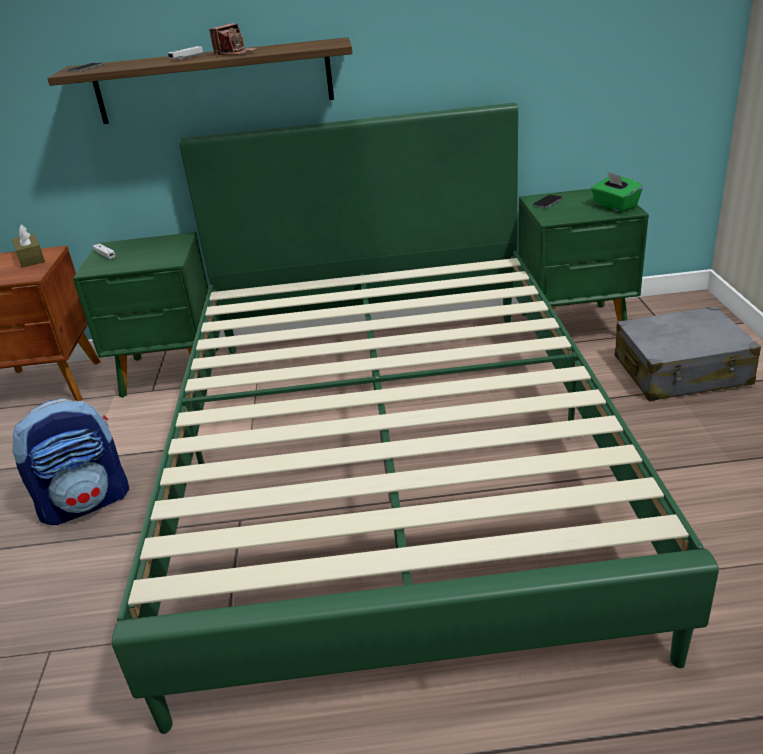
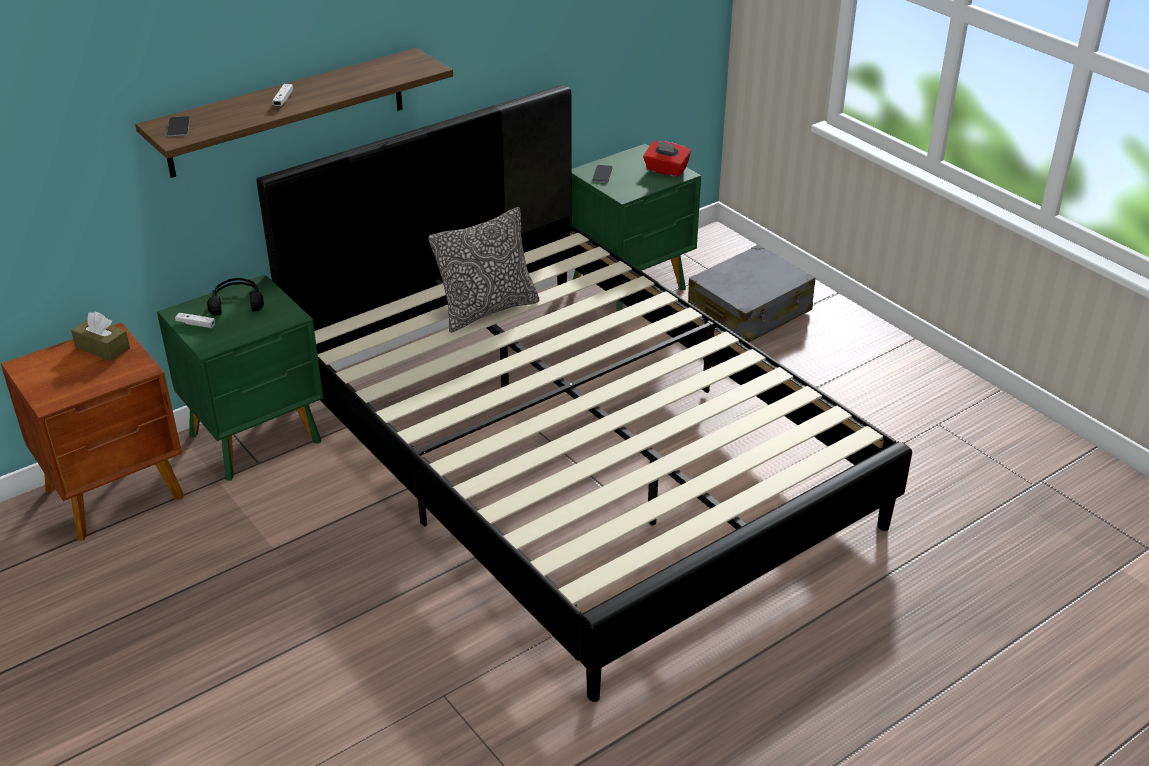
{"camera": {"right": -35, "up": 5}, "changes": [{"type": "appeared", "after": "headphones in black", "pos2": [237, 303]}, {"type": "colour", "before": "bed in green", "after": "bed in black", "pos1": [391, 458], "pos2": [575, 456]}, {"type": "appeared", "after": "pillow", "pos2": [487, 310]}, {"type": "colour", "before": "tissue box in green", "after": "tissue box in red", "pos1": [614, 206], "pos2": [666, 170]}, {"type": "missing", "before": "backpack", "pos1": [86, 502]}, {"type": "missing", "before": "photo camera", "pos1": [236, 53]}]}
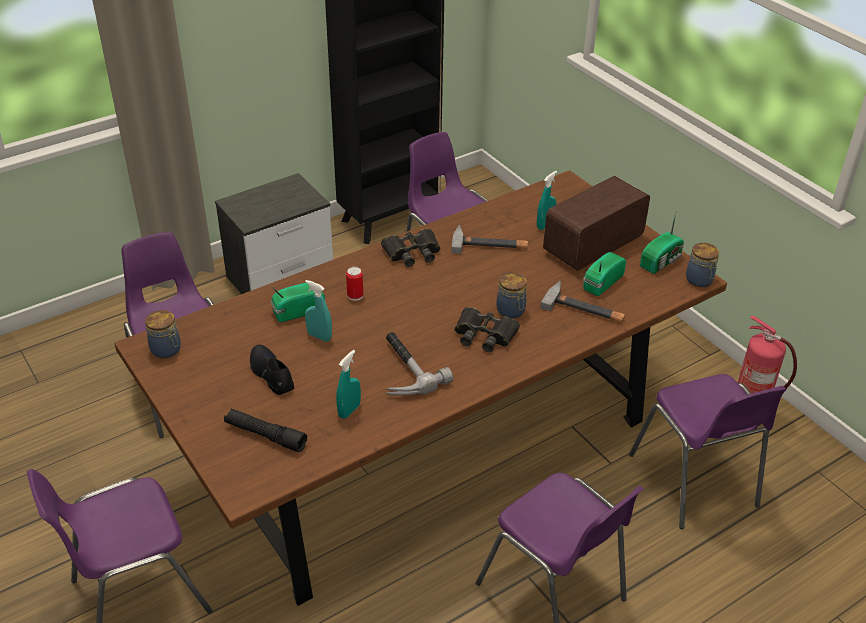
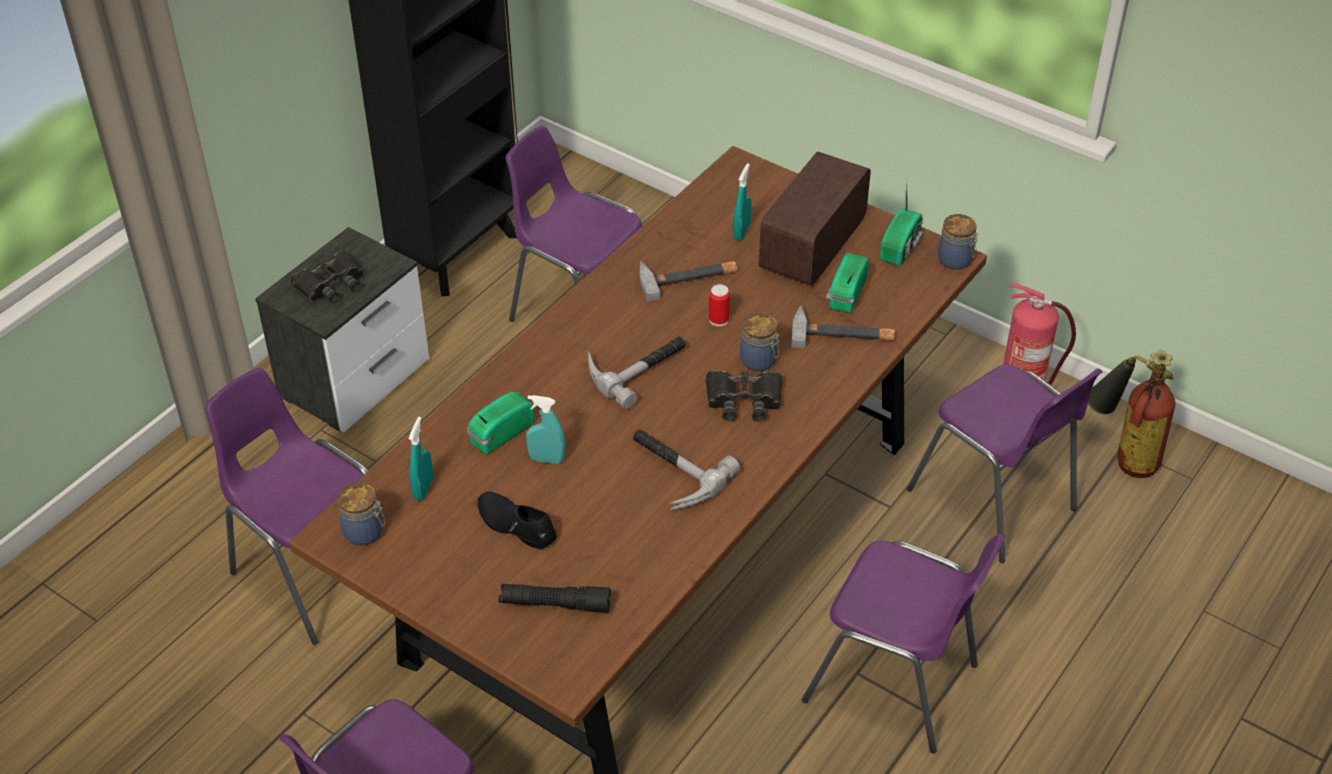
{"camera": {"right": -20, "up": 5}, "changes": [{"type": "relocated", "before": "binoculars in black", "pos1": [412, 252], "pos2": [331, 284]}, {"type": "relocated", "before": "spray bottle in turquoise", "pos1": [349, 410], "pos2": [423, 489]}, {"type": "appeared", "after": "hammer", "pos2": [637, 367]}, {"type": "relocated", "before": "can", "pos1": [355, 295], "pos2": [718, 319]}, {"type": "appeared", "after": "fire extinguisher", "pos2": [1121, 455]}]}
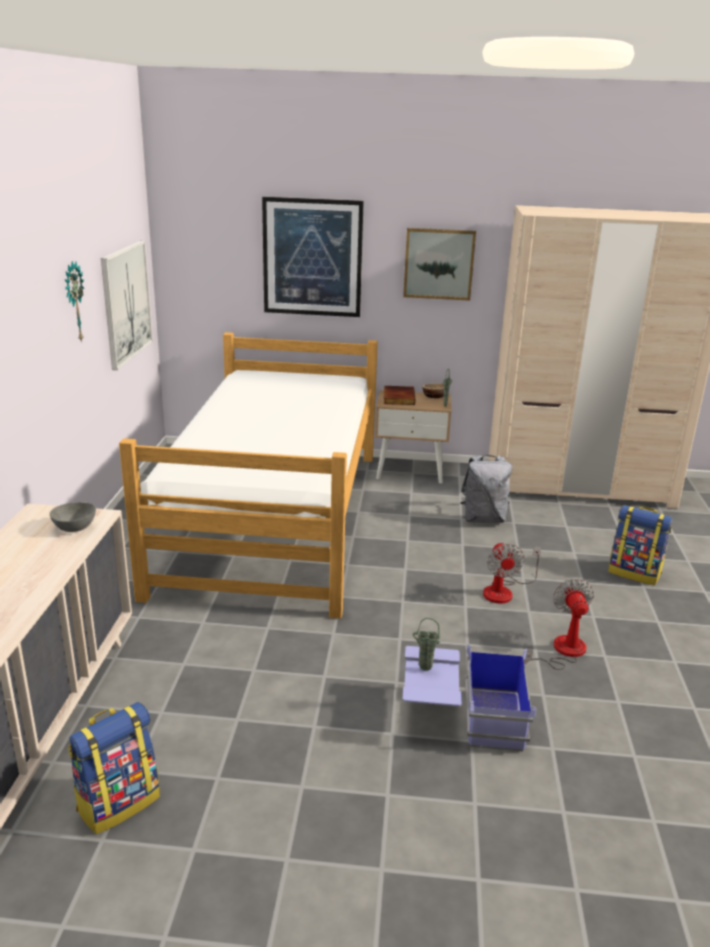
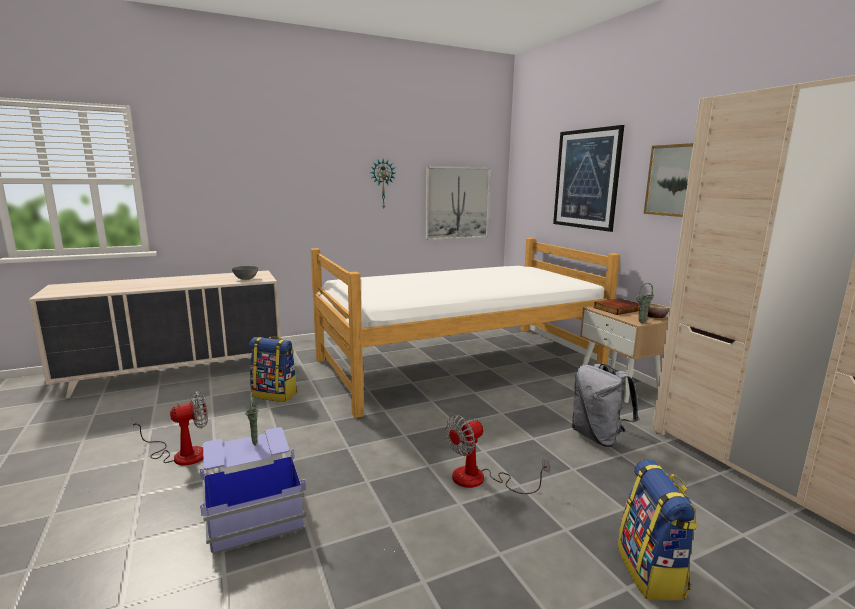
{"camera": {"right": 60, "up": -10}, "changes": [{"type": "relocated", "before": "fan", "pos1": [561, 651], "pos2": [181, 454]}, {"type": "relocated", "before": "backpack", "pos1": [119, 802], "pos2": [275, 394]}]}
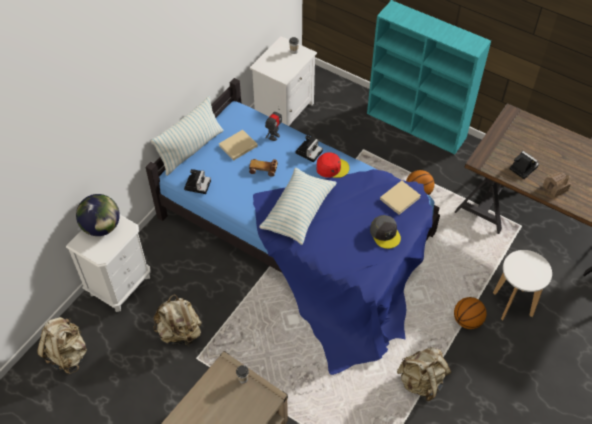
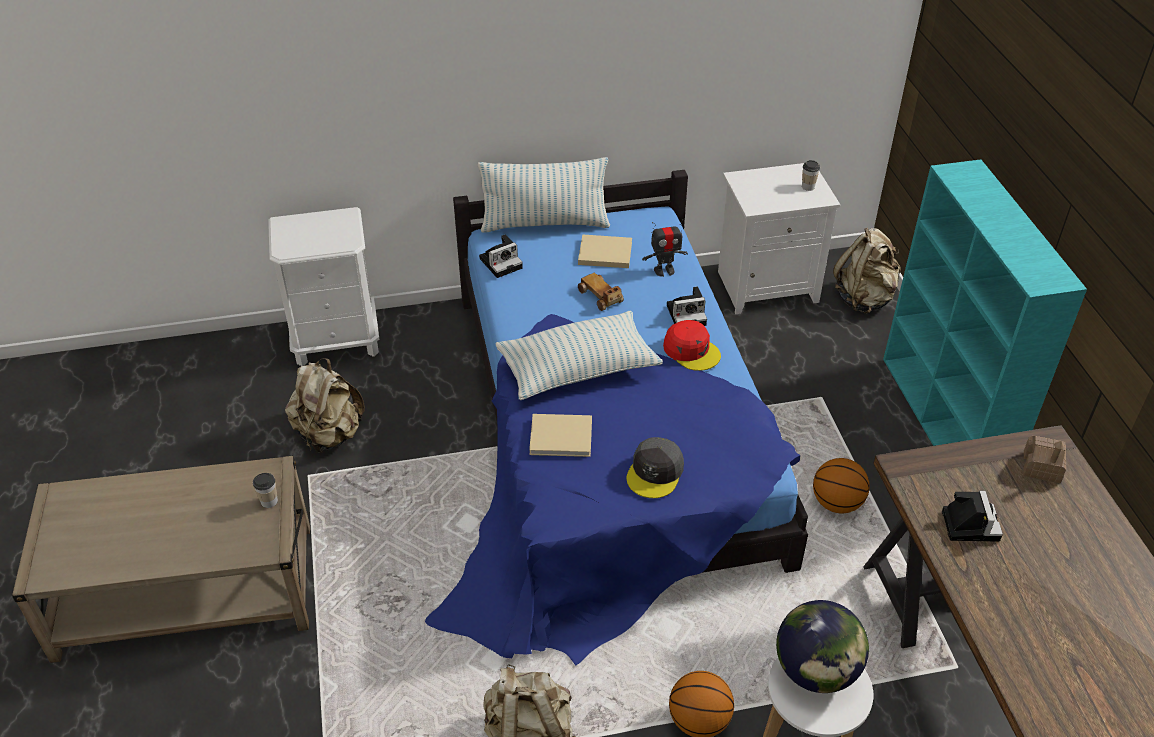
{"camera": {"right": 45, "up": -10}, "changes": [{"type": "relocated", "before": "book in beige", "pos1": [401, 197], "pos2": [563, 437]}, {"type": "relocated", "before": "globe", "pos1": [102, 227], "pos2": [816, 671]}, {"type": "relocated", "before": "backpack in beige", "pos1": [68, 354], "pos2": [864, 298]}, {"type": "relocated", "before": "toy house", "pos1": [555, 188], "pos2": [1041, 467]}]}
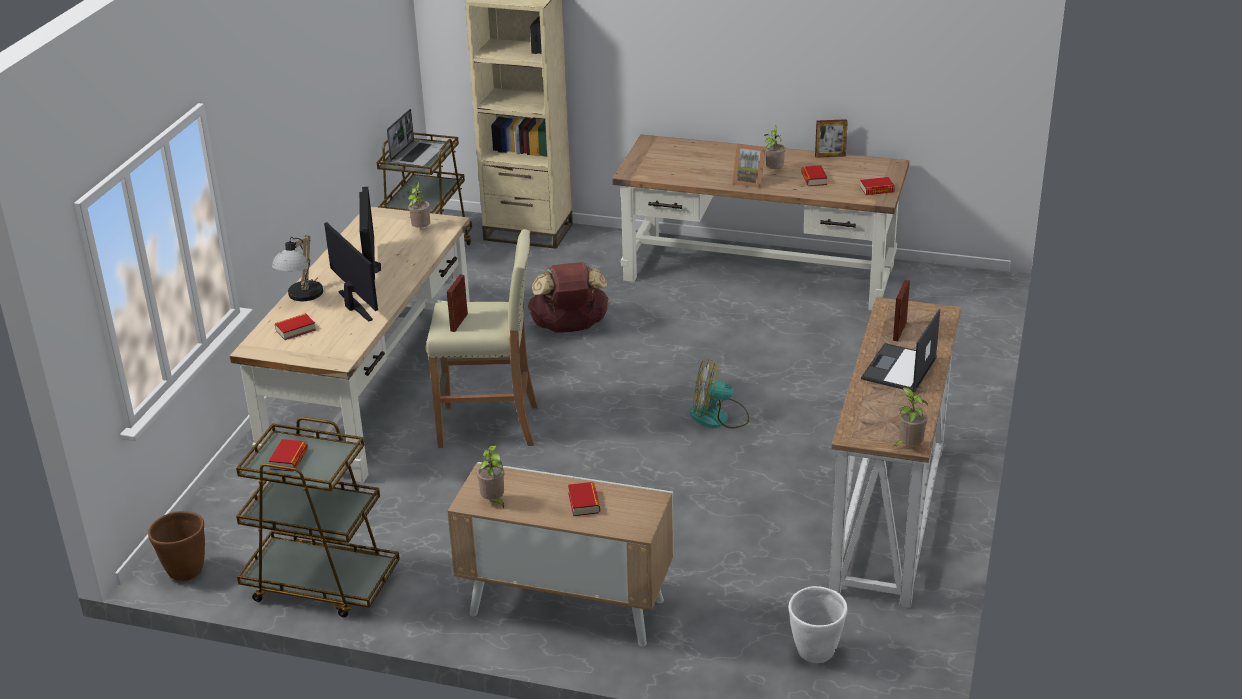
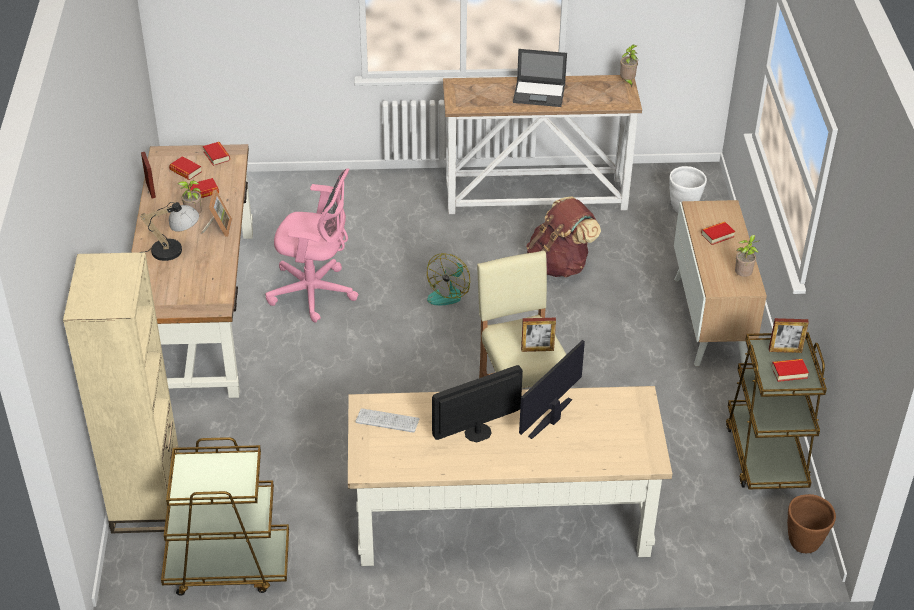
{"camera": {"right": -110, "up": 10}, "changes": [{"type": "relocated", "before": "table lamp", "pos1": [302, 297], "pos2": [175, 250]}, {"type": "relocated", "before": "book", "pos1": [295, 330], "pos2": [185, 171]}, {"type": "appeared", "after": "office chair in pink", "pos2": [315, 293]}, {"type": "exchanged", "before": "potted plant", "after": "keyboard", "pos1": [420, 230], "pos2": [387, 421]}, {"type": "spun", "before": "fan", "pos1": [718, 417], "pos2": [449, 292], "turn": 45}, {"type": "relocated", "before": "backpack in brown", "pos1": [569, 328], "pos2": [560, 264]}, {"type": "relocated", "before": "picture frame", "pos1": [899, 331], "pos2": [785, 350]}, {"type": "missing", "before": "laptop", "pos1": [417, 155]}]}
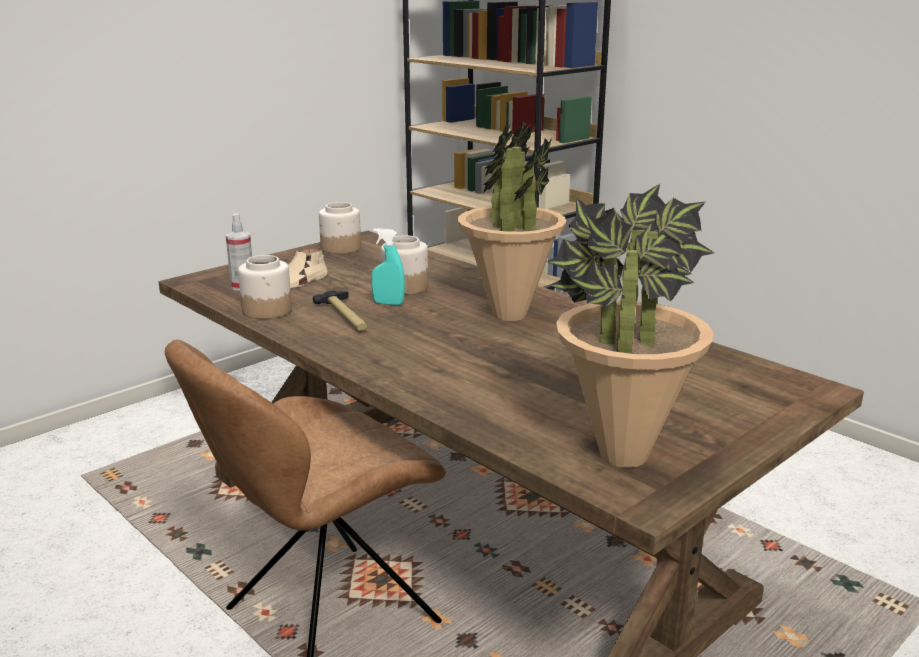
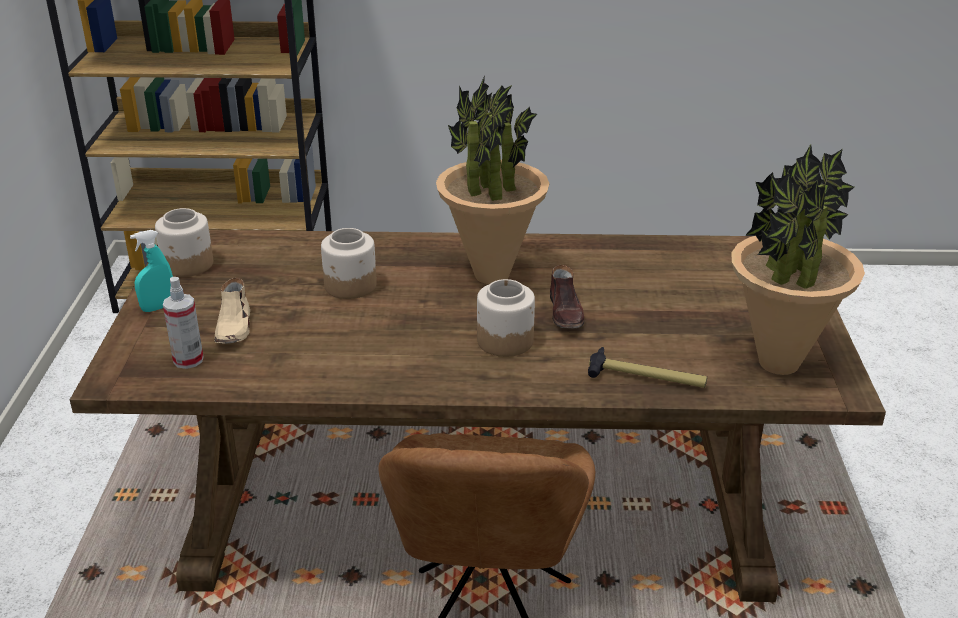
{"camera": {"right": -45, "up": 10}, "changes": [{"type": "relocated", "before": "spray bottle in turquoise", "pos1": [388, 303], "pos2": [158, 307]}, {"type": "relocated", "before": "jar", "pos1": [267, 310], "pos2": [505, 340]}, {"type": "appeared", "after": "shoe in brown", "pos2": [566, 313]}, {"type": "relocated", "before": "hammer", "pos1": [345, 317], "pos2": [646, 378]}]}
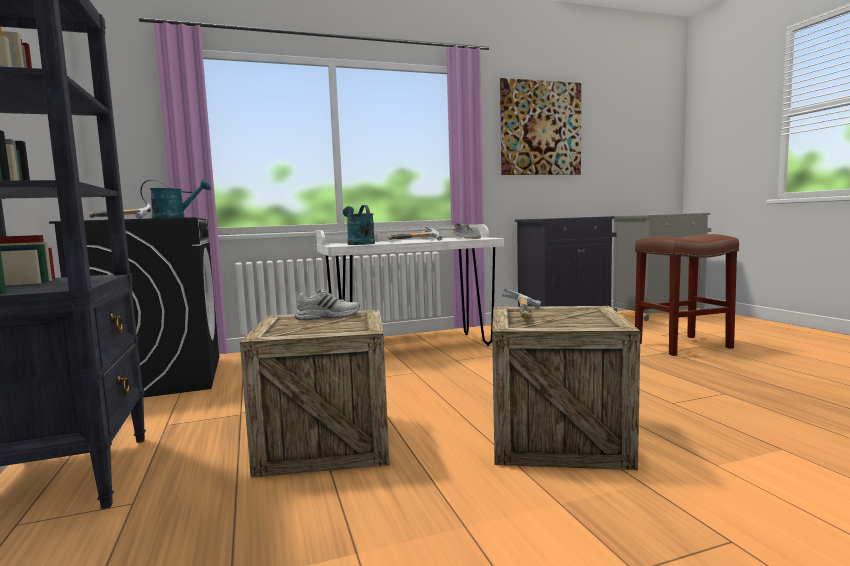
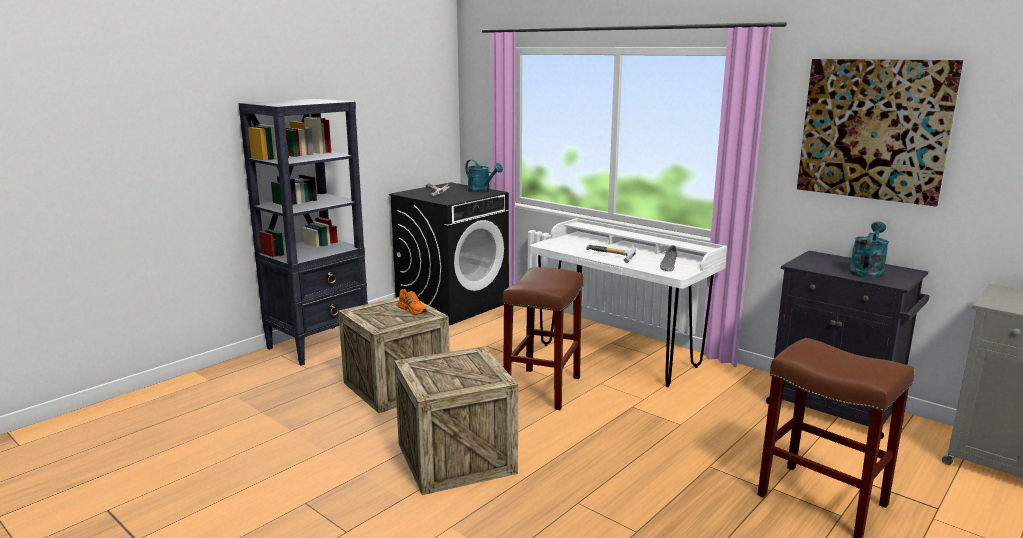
{"camera": {"right": 60, "up": 10}, "changes": [{"type": "colour", "before": "shoe in white", "after": "shoe in orange", "pos1": [328, 316], "pos2": [413, 310]}, {"type": "appeared", "after": "stool in brown", "pos2": [543, 389]}, {"type": "relocated", "before": "watering can in turquoise", "pos1": [359, 244], "pos2": [866, 271]}, {"type": "missing", "before": "hammer", "pos1": [527, 314]}]}
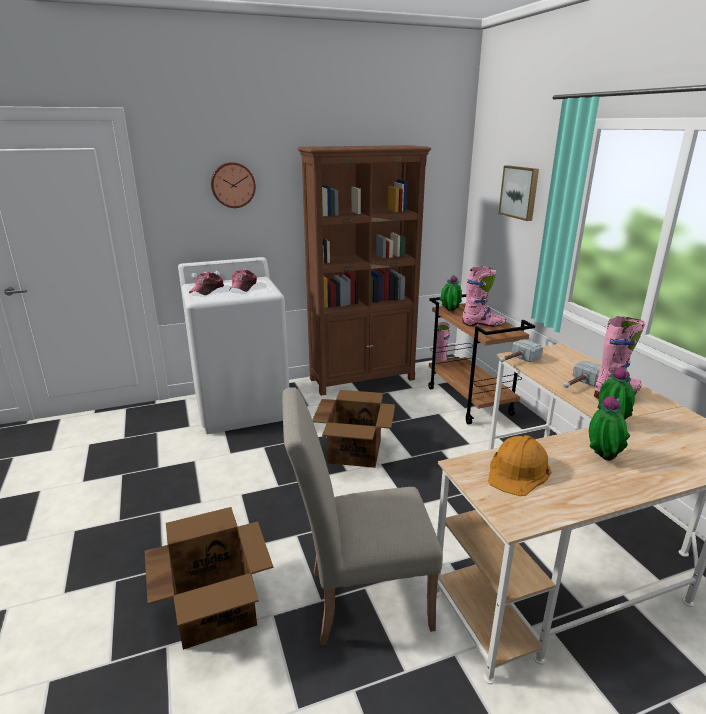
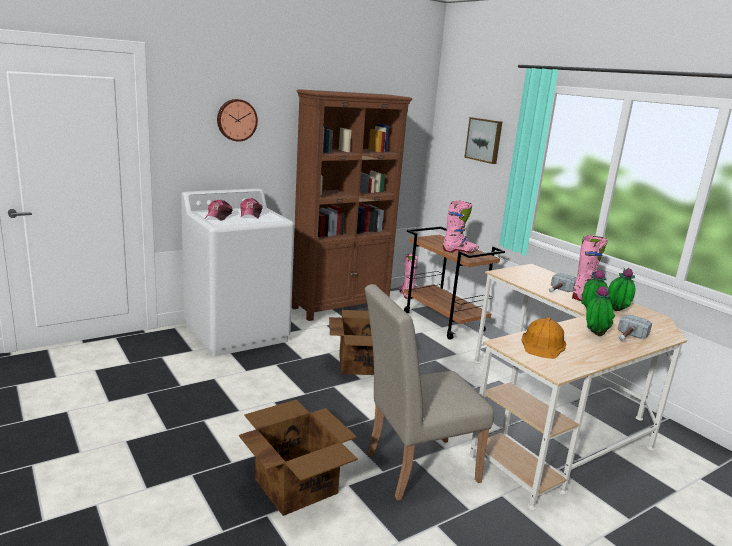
{"camera": {"right": -15, "up": -5}, "changes": [{"type": "relocated", "before": "potted plant", "pos1": [449, 312], "pos2": [616, 312]}, {"type": "relocated", "before": "hammer", "pos1": [516, 361], "pos2": [628, 338]}]}
